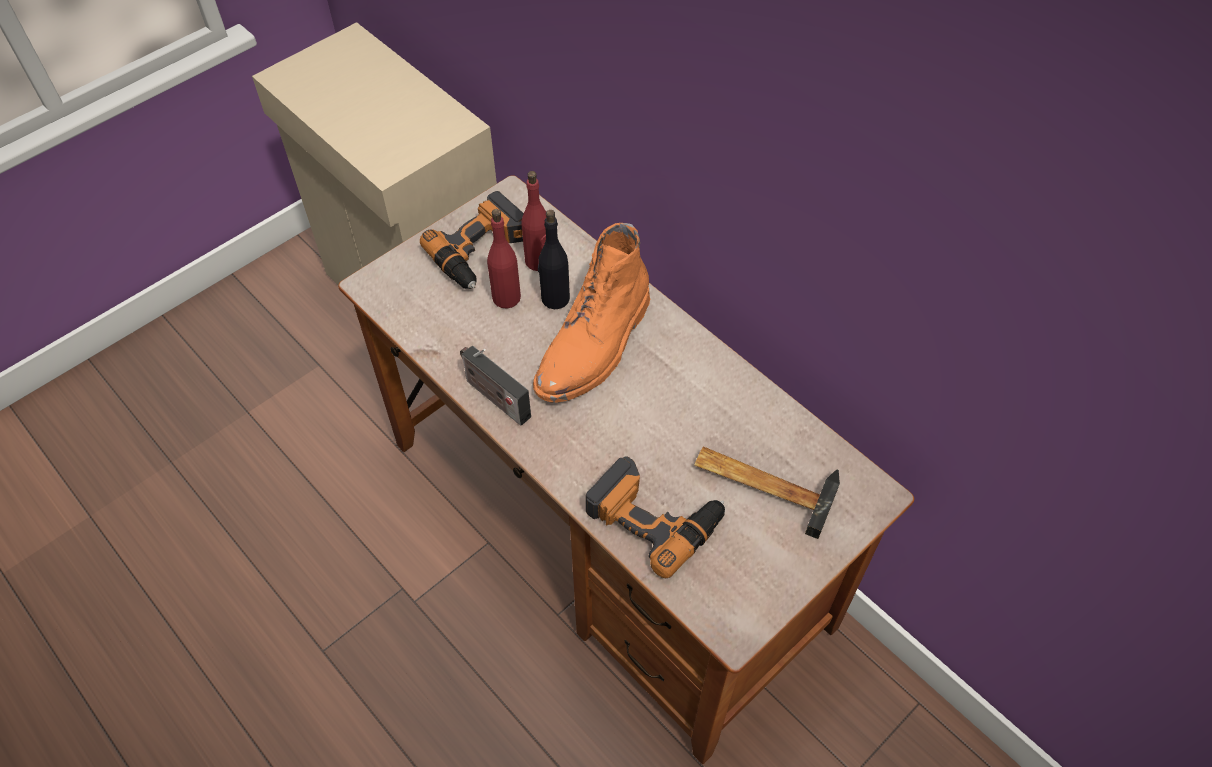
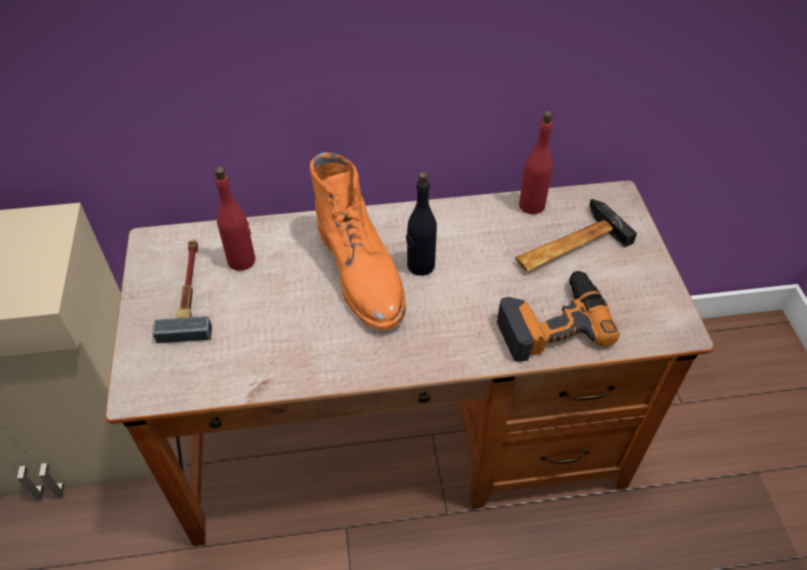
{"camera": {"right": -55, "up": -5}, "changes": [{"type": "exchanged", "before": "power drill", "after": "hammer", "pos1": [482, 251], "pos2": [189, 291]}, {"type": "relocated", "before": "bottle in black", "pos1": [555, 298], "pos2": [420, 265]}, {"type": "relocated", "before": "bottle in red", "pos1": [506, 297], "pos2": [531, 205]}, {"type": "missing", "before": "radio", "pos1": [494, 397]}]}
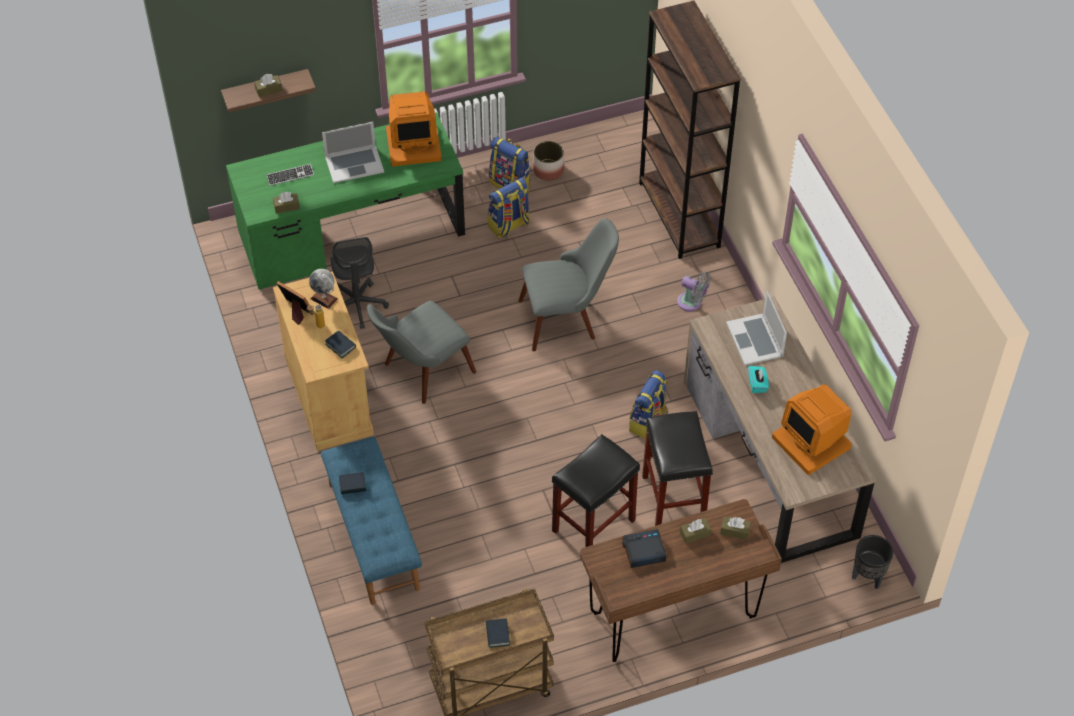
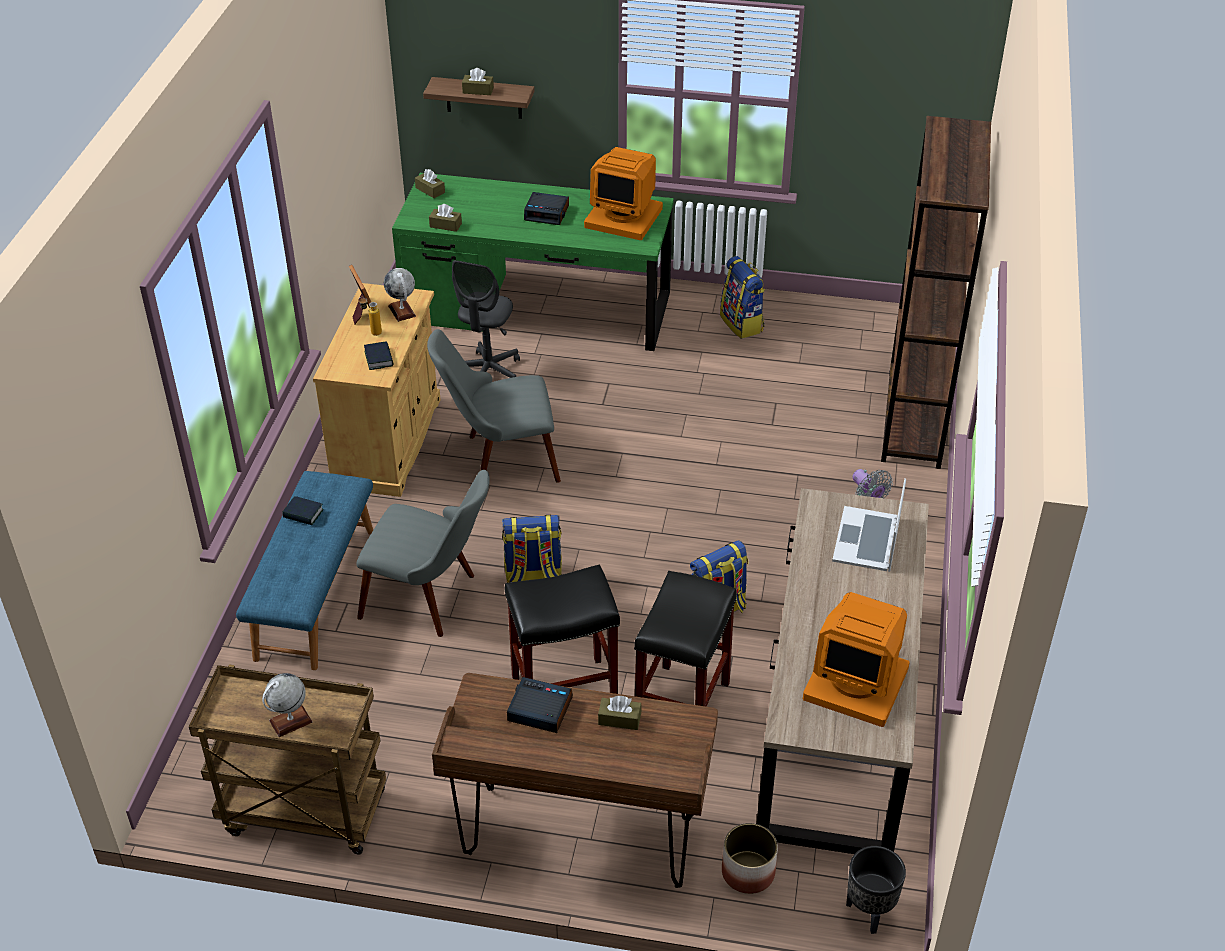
{"camera": {"right": 30, "up": -10}, "changes": [{"type": "exchanged", "before": "book", "after": "globe", "pos1": [497, 634], "pos2": [290, 721]}, {"type": "relocated", "before": "chair in grey", "pos1": [567, 317], "pos2": [432, 598]}, {"type": "relocated", "before": "tissue box in brown", "pos1": [735, 531], "pos2": [430, 190]}, {"type": "relocated", "before": "backpack", "pos1": [509, 225], "pos2": [533, 577]}, {"type": "exchanged", "before": "laptop", "after": "alarm clock", "pos1": [354, 164], "pos2": [547, 213]}, {"type": "relocated", "before": "planter", "pos1": [548, 170], "pos2": [748, 872]}, {"type": "spun", "before": "monitor", "pos1": [812, 441], "pos2": [857, 682], "turn": -60}, {"type": "missing", "before": "keyboard", "pos1": [290, 175]}, {"type": "missing", "before": "tissue box in turquoise", "pos1": [757, 384]}]}
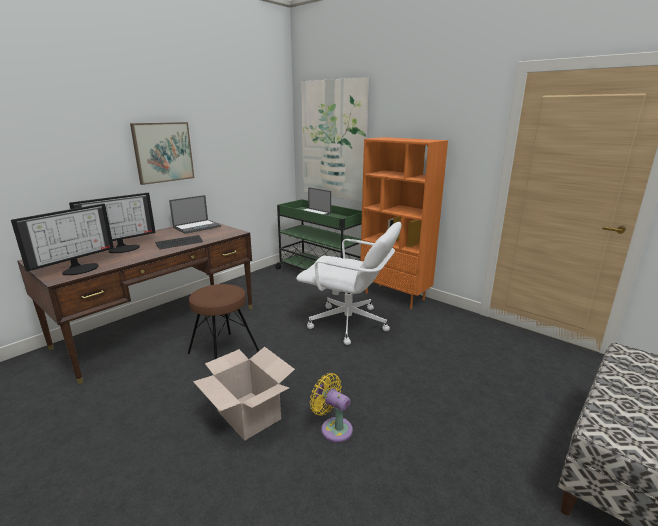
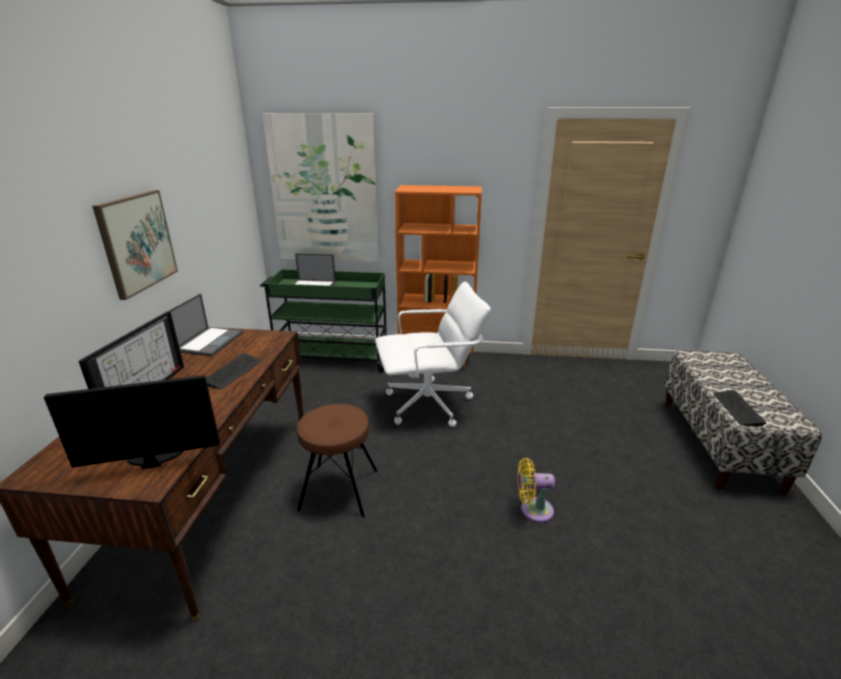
{"camera": {"right": -35, "up": 5}, "changes": [{"type": "spun", "before": "monitor", "pos1": [80, 268], "pos2": [154, 457], "turn": -105}, {"type": "appeared", "after": "keyboard", "pos2": [737, 409]}, {"type": "missing", "before": "cardboard box", "pos1": [249, 415]}]}
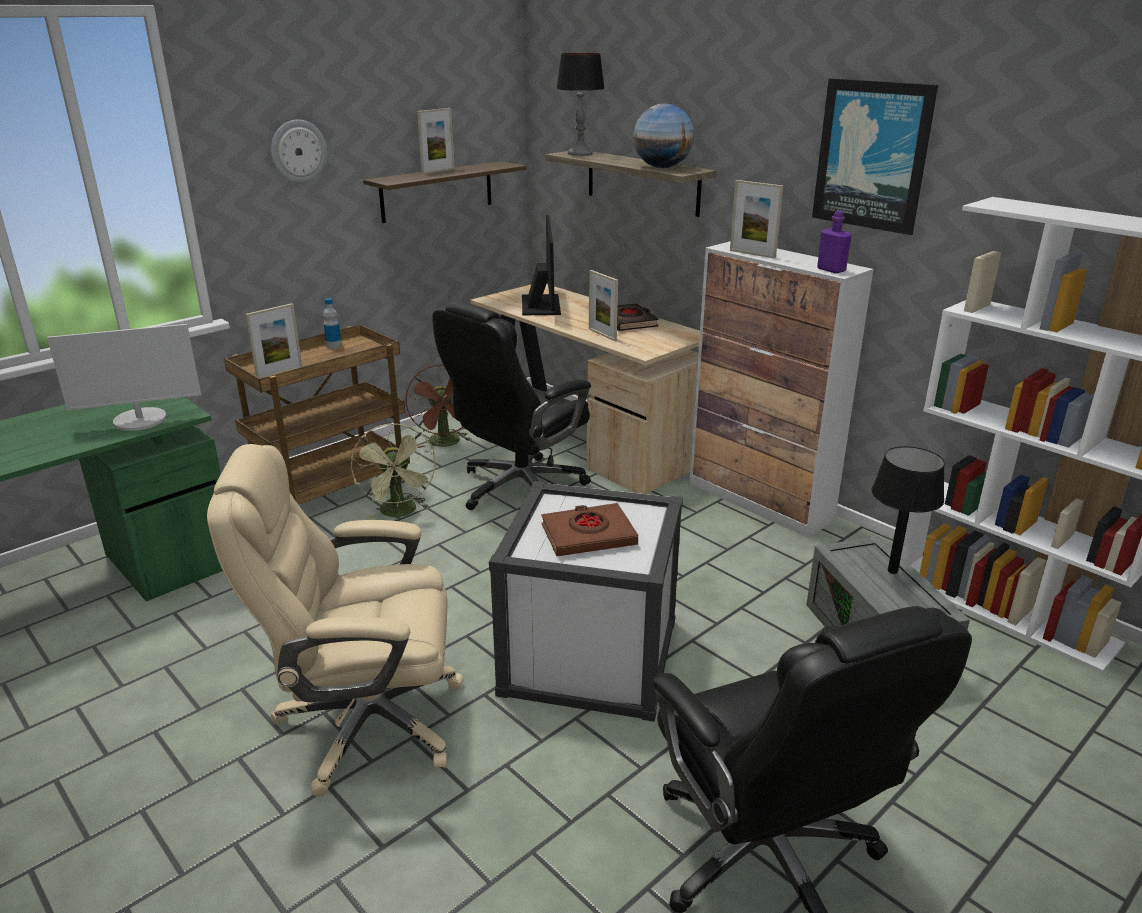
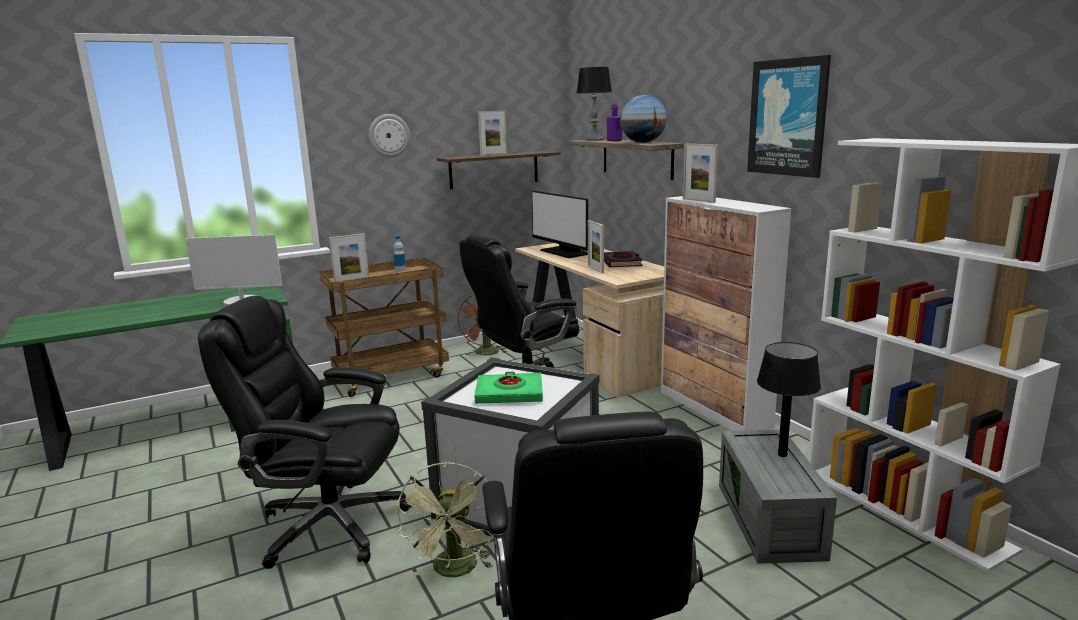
{"camera": {"right": 15, "up": -10}, "changes": [{"type": "colour", "before": "office chair in beige", "after": "office chair in black", "pos1": [366, 723], "pos2": [328, 525]}, {"type": "relocated", "before": "fan in green", "pos1": [400, 513], "pos2": [455, 571]}, {"type": "colour", "before": "book in brown", "after": "book in green", "pos1": [588, 535], "pos2": [509, 393]}, {"type": "spun", "before": "monitor", "pos1": [542, 305], "pos2": [564, 252], "turn": 135}, {"type": "relocated", "before": "bottle in purple", "pos1": [831, 270], "pos2": [614, 140]}]}
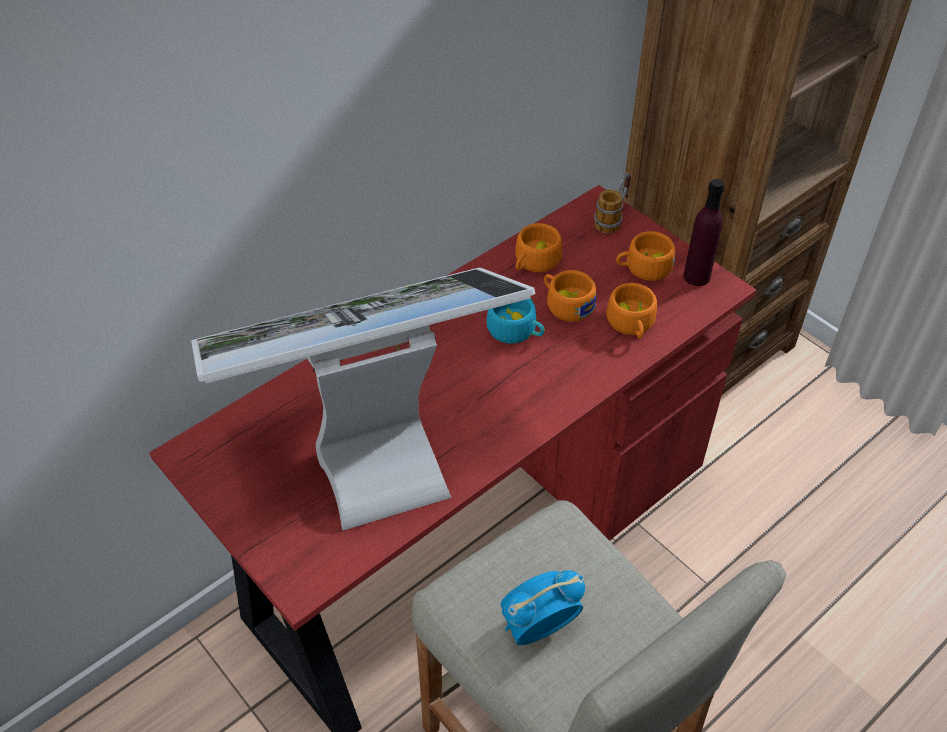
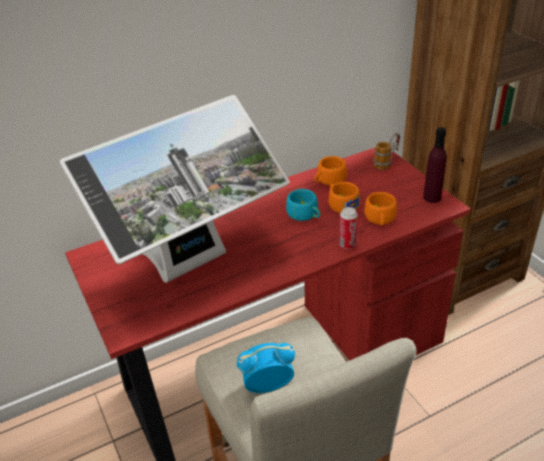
{"camera": {"right": 15, "up": -10}, "changes": [{"type": "spun", "before": "monitor", "pos1": [372, 448], "pos2": [193, 265], "turn": 150}, {"type": "appeared", "after": "can", "pos2": [347, 245]}, {"type": "missing", "before": "cup in orange", "pos1": [643, 268]}]}
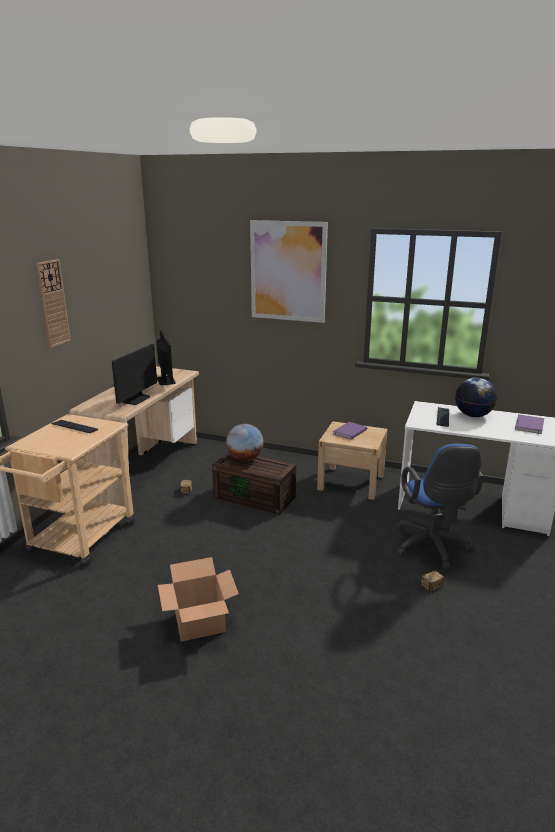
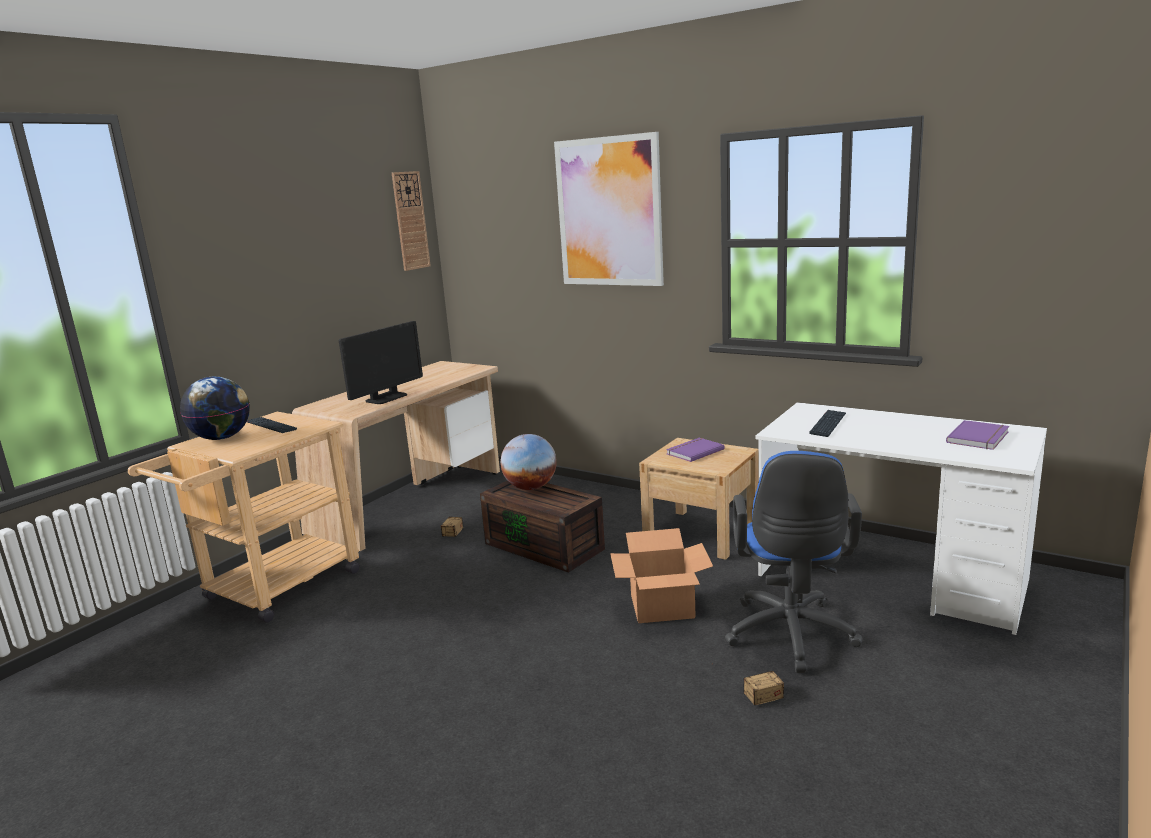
{"camera": {"right": 15, "up": -5}, "changes": [{"type": "relocated", "before": "globe", "pos1": [473, 415], "pos2": [222, 438]}, {"type": "relocated", "before": "wall clock", "pos1": [53, 303], "pos2": [410, 221]}, {"type": "relocated", "before": "cardboard box", "pos1": [200, 621], "pos2": [663, 606]}, {"type": "missing", "before": "monitor", "pos1": [166, 380]}]}
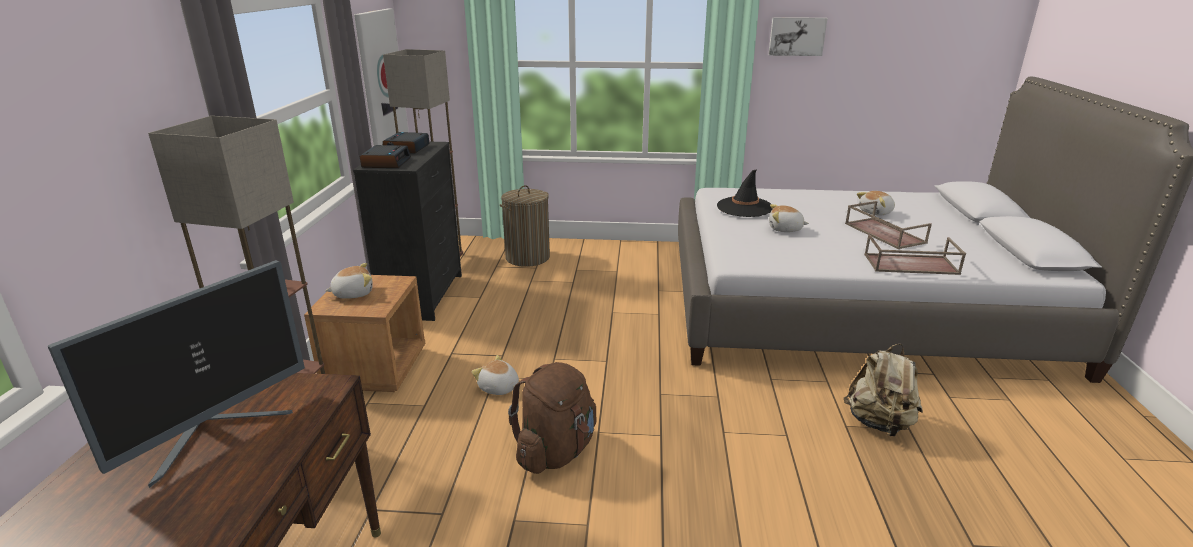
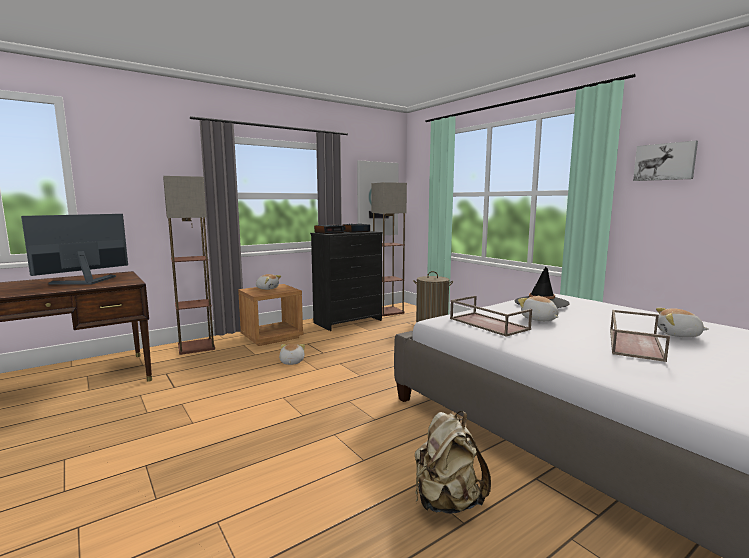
{"camera": {"right": 50, "up": -15}, "changes": [{"type": "spun", "before": "monitor", "pos1": [217, 434], "pos2": [85, 282], "turn": 135}, {"type": "relocated", "before": "tray in brown", "pos1": [910, 264], "pos2": [487, 324]}, {"type": "missing", "before": "backpack in brown", "pos1": [556, 452]}]}
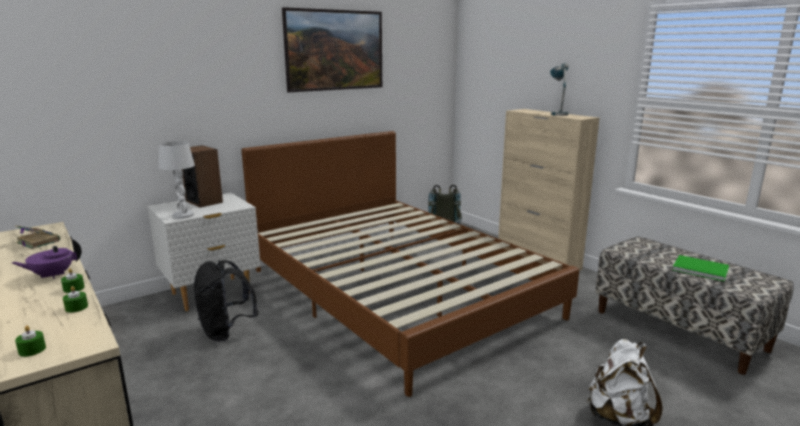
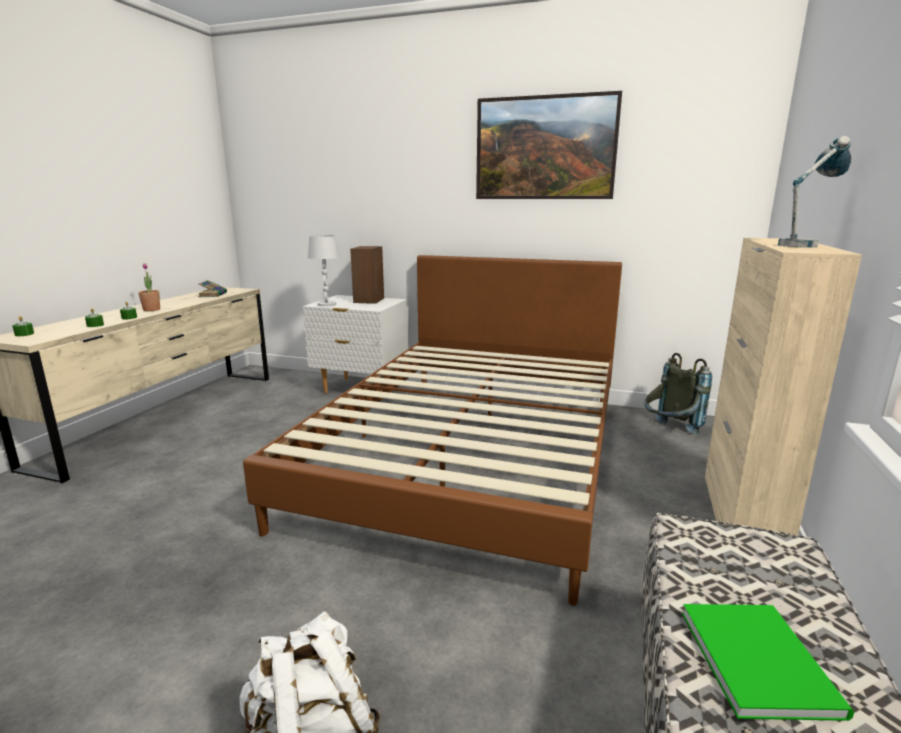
{"camera": {"right": 55, "up": 0}, "changes": [{"type": "exchanged", "before": "teapot in purple", "after": "potted plant", "pos1": [52, 275], "pos2": [151, 310]}, {"type": "missing", "before": "backpack in black", "pos1": [226, 332]}]}
